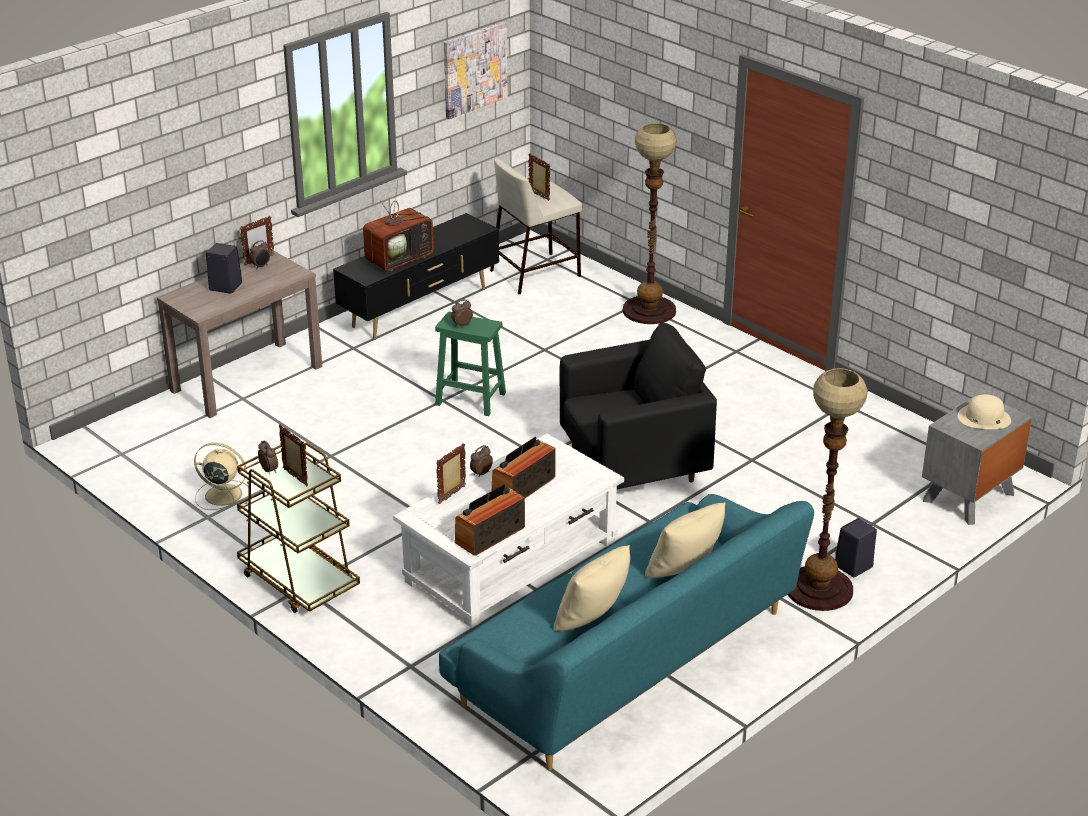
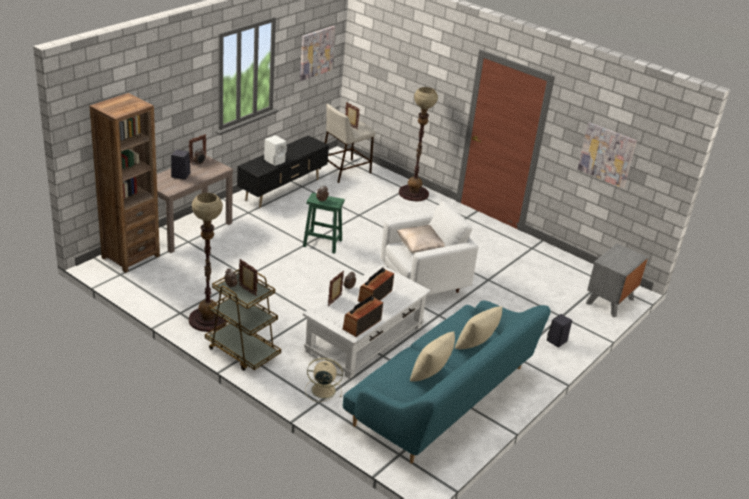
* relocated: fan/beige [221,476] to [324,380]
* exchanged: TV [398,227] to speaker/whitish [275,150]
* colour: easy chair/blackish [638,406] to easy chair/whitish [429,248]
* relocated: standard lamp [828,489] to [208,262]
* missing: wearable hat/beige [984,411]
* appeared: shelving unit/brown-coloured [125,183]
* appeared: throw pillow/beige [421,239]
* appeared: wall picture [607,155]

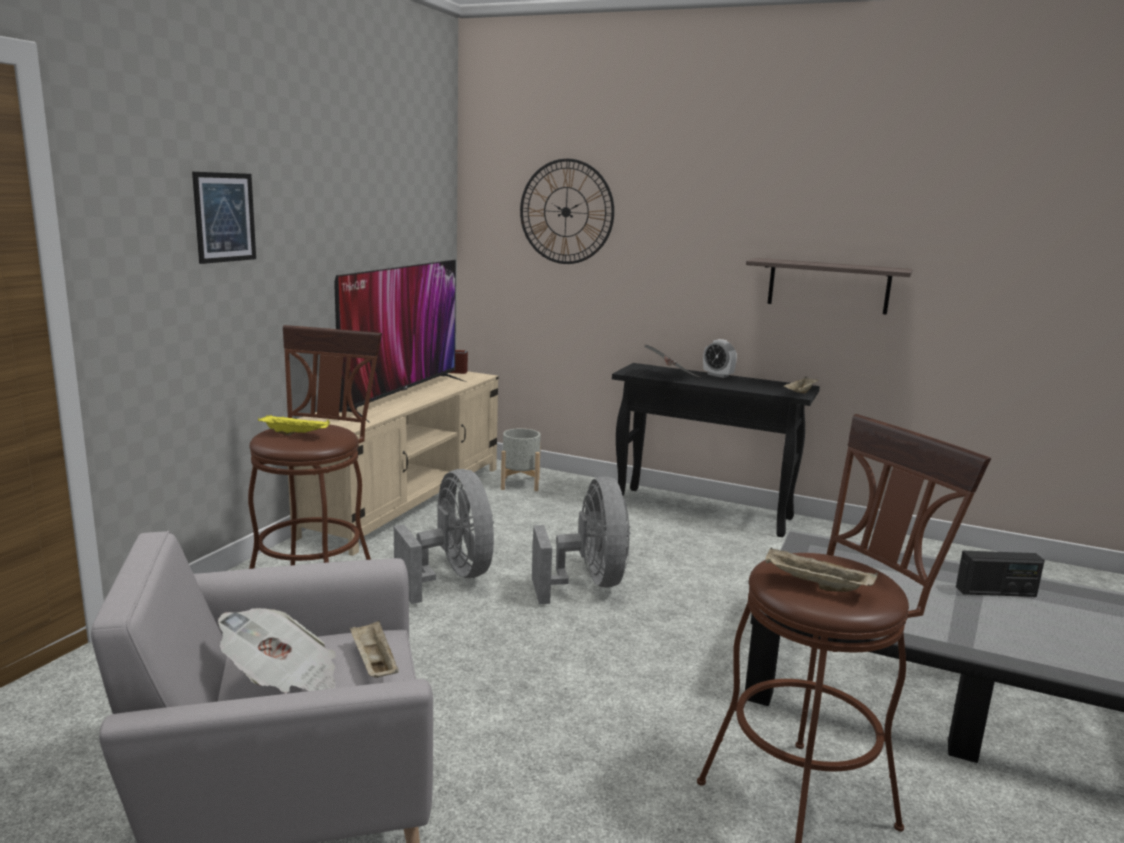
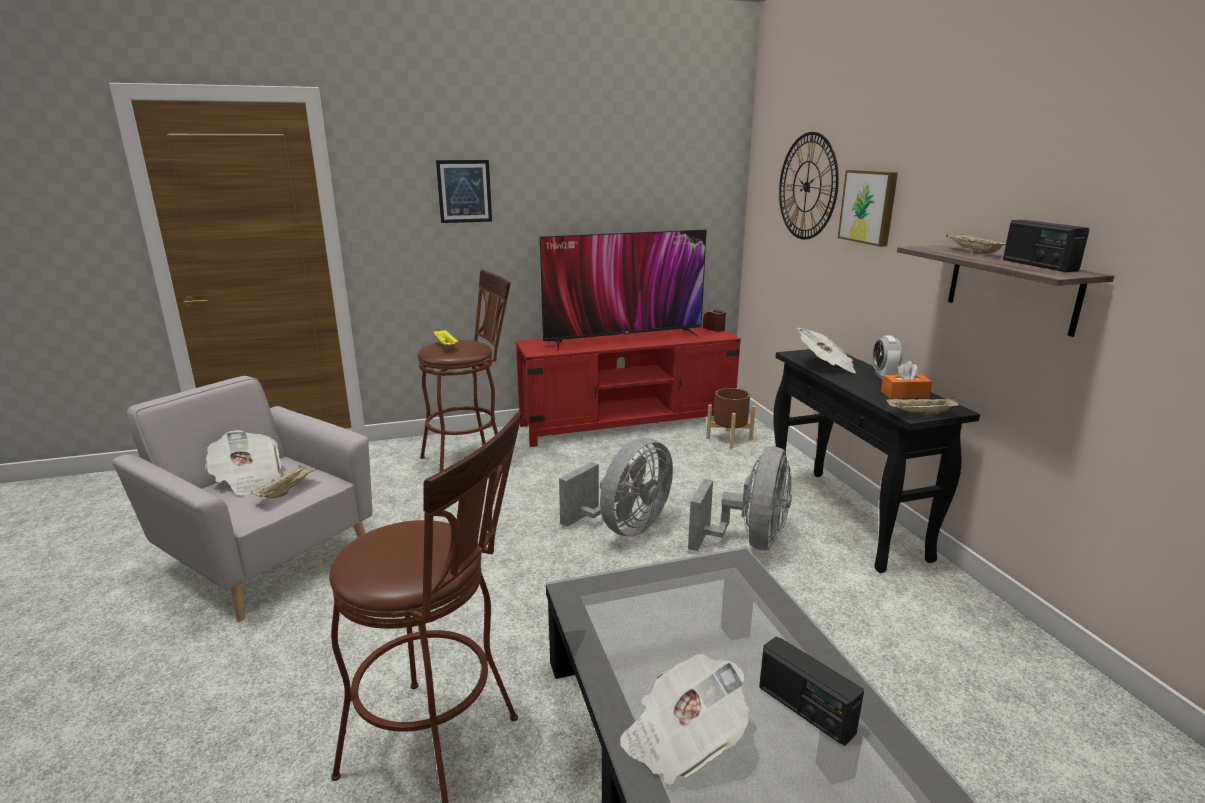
* colour: tv unit/beige [393,463] to tv unit/reddish [628,386]
* relocated: fan/gray [444,536] to [740,498]
* colour: planter/gray [521,459] to planter/brown-coloured [731,418]
* relocated: serving tray/beige [821,569] to [976,243]
* appeared: printed paper [685,719]
* appeared: wall picture [868,208]
* appeared: box of tissues/orange [907,380]
* appeared: radio receiver [1046,246]

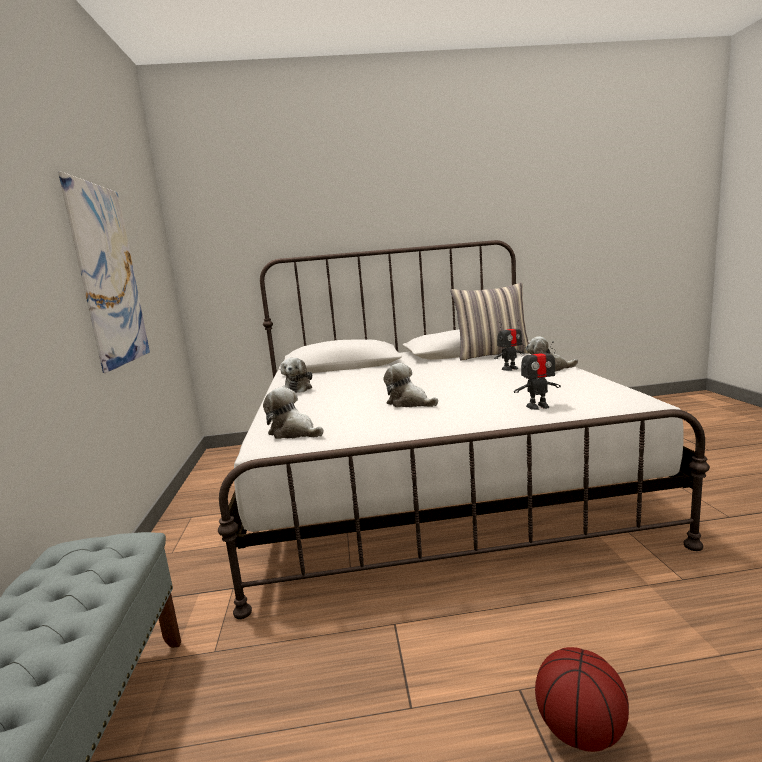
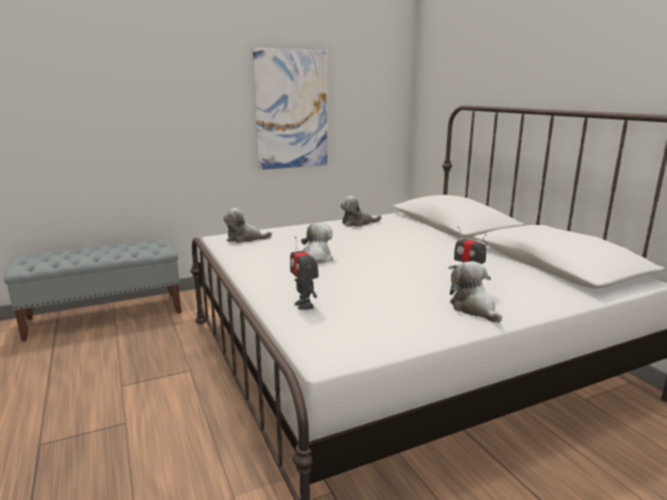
* spun: cuddly toy [293,413] = [247,225] 105 degrees counterclockwise
* missing: throw pillow [489,322]
* missing: ball for basketball [582,699]

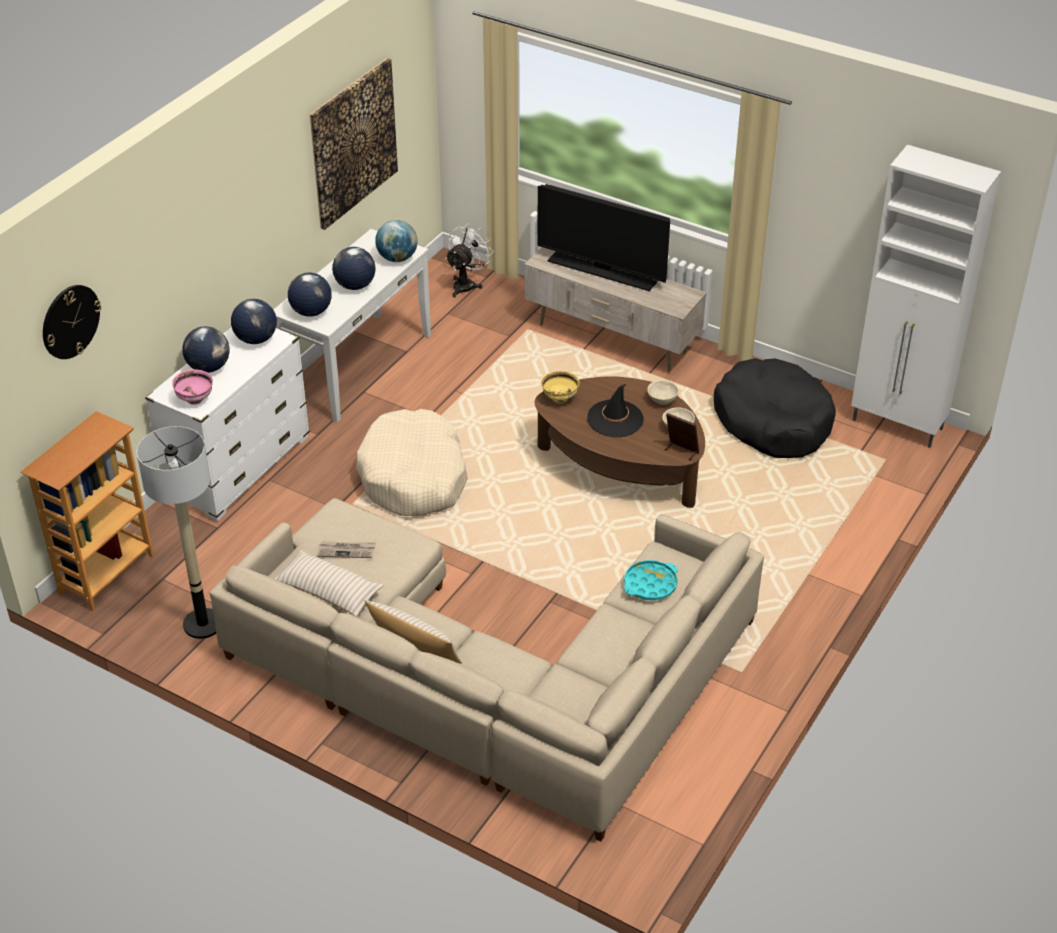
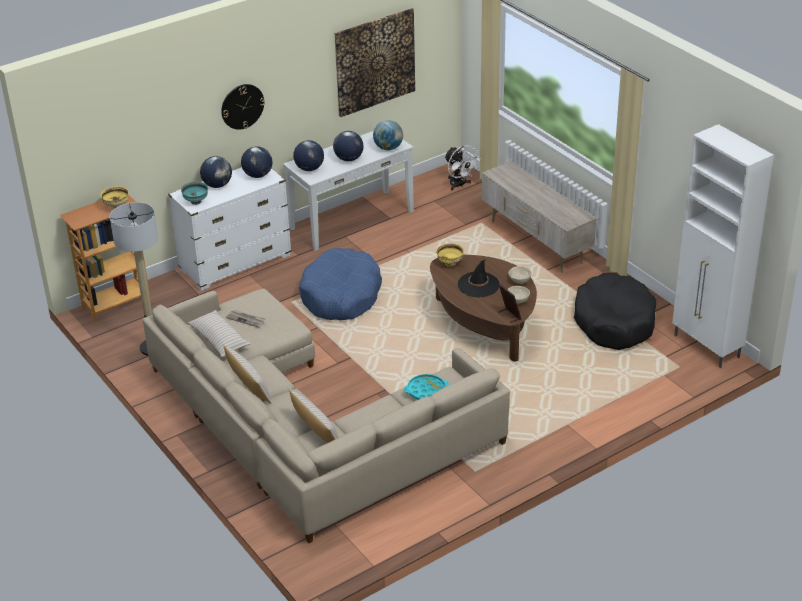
* relocated: wall clock [72,322] to [243,107]
* colour: serving bowl/pink [192,387] to serving bowl/turquoise-coloured [194,193]
* colour: dog bed/beige [412,462] to dog bed/blue [340,284]
* spun: fan/whitish [469,260] = [462,167] 90 degrees clockwise
* missing: TV [603,237]
* appeared: serving bowl/yellowish [114,198]
* appeared: throw pillow/beige [314,416]

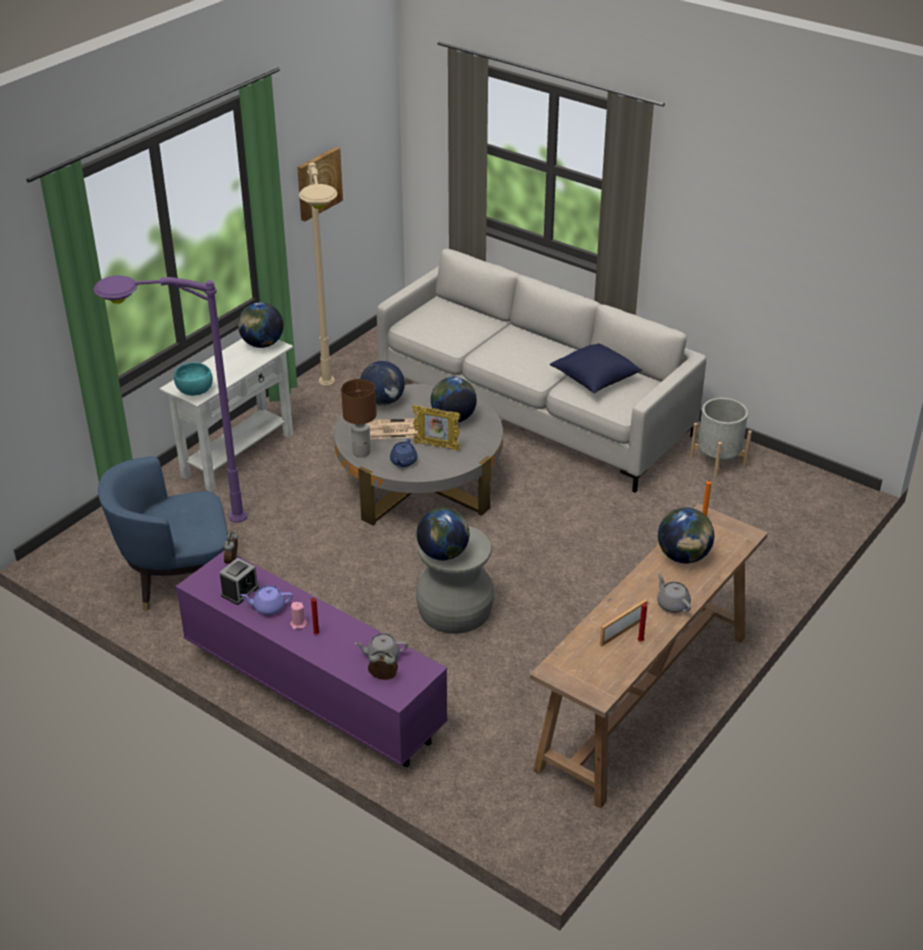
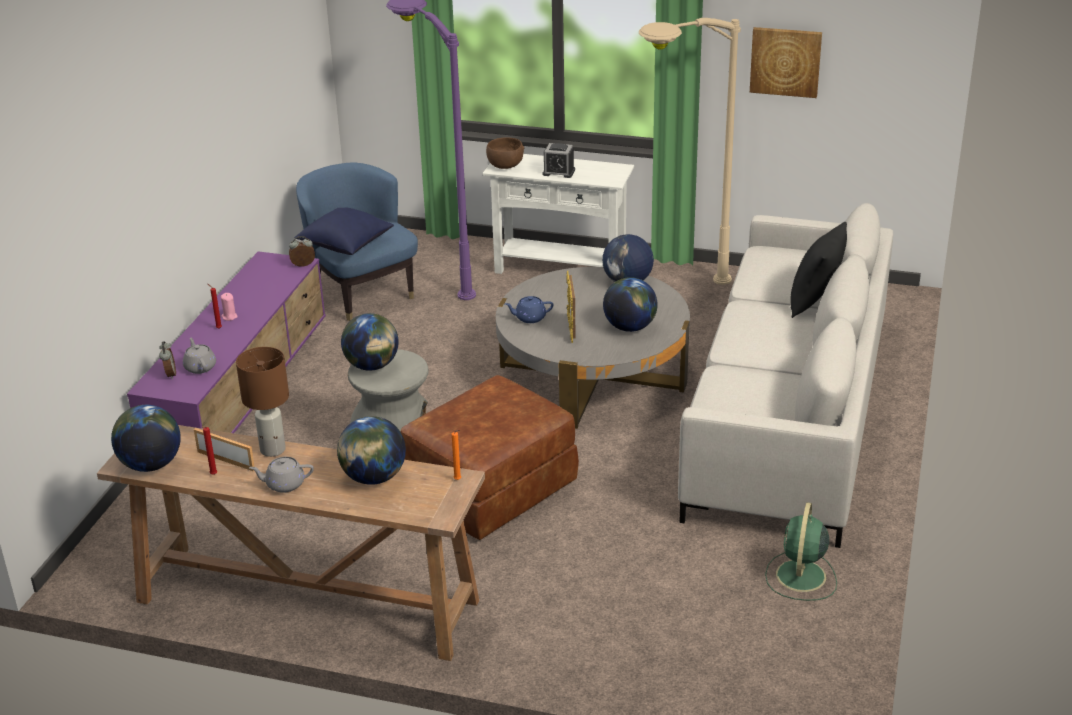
* colour: serving bowl/turquoise-coloured [193,379] to serving bowl/brown-coloured [505,153]
* relocated: bedside clock [239,581] to [559,160]
* relocated: globe [261,325] to [146,438]
* missing: pot for tea/purple [267,600]
* relocated: tabletop lamp/brown-coloured [359,418] to [262,402]
* missing: printed paper [393,428]
* relocated: throw pillow/blue [596,368] to [344,231]
* spun: pot for tea/gray [674,593] = [281,475] 135 degrees counterclockwise
* exchanged: planter/gray [721,437] to fan/greenish [801,551]
* appeared: pouffe/brown-coloured [490,457]
* appeared: throw pillow/blackish [819,270]

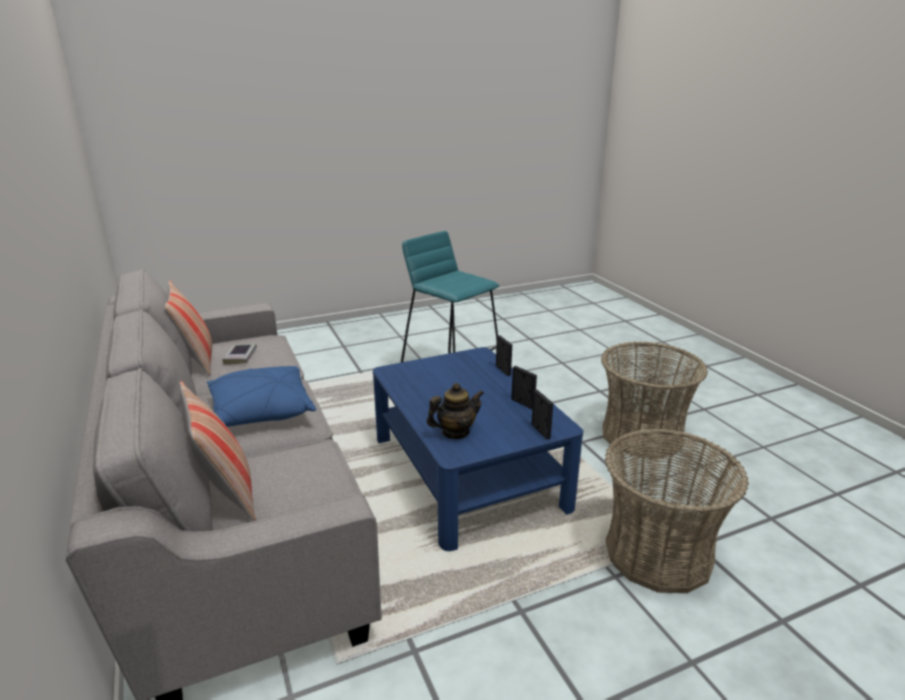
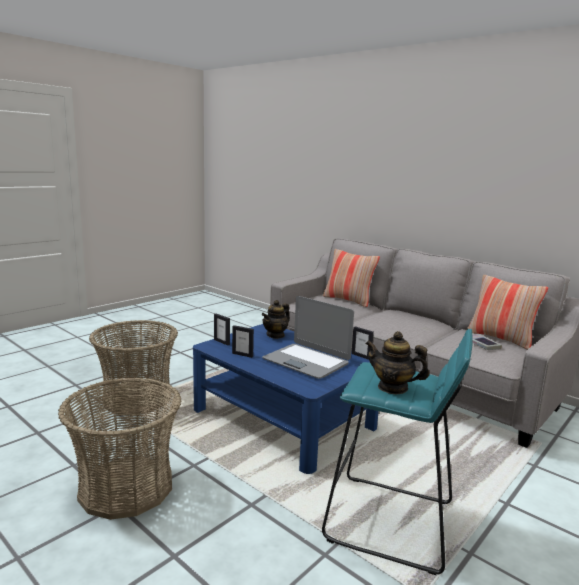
* missing: throw pillow/blue [261,396]
* relocated: picture frame [504,355] to [362,343]
* appeared: portable computer [308,337]
* appeared: pot for tea [397,362]

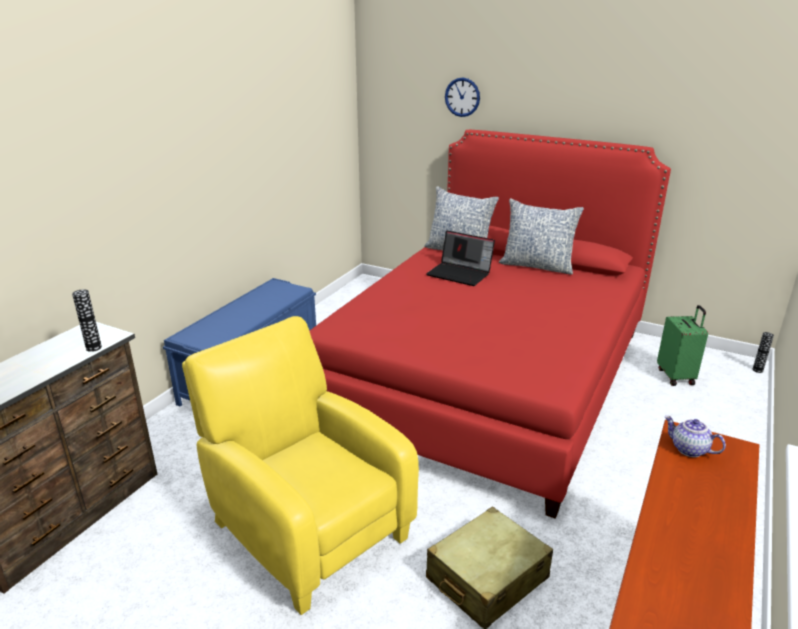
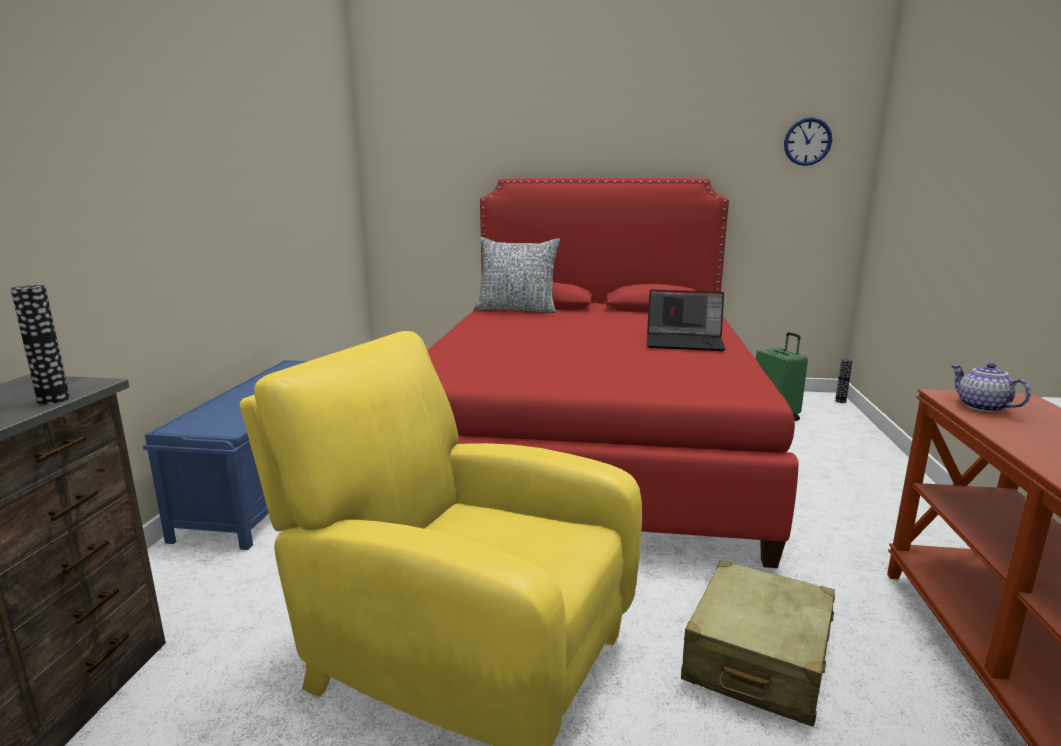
* relocated: portable computer [460,258] to [686,320]
* relocated: wall clock [462,97] to [808,141]
* missing: throw pillow [541,236]
* spun: pot for tea [695,436] = [991,387] 45 degrees clockwise

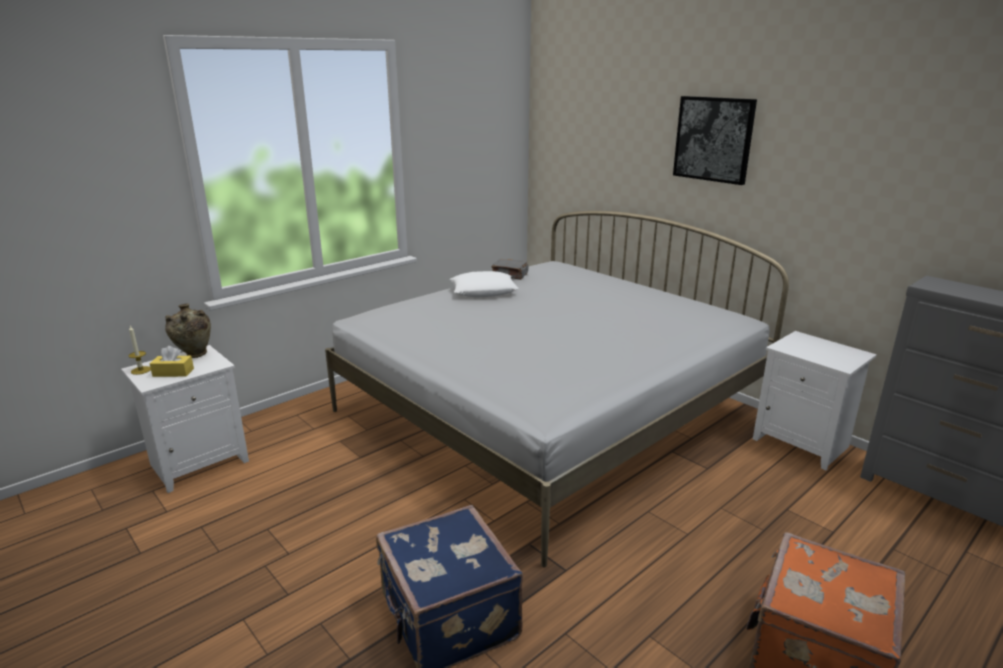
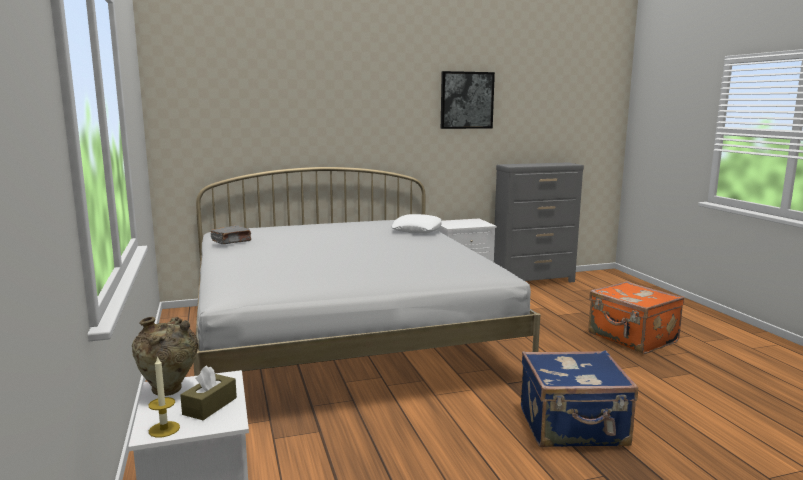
* colour: box of tissues/yellowish [172,361] to box of tissues/brown-coloured [208,392]
* relocated: throw pillow/whitish [484,284] to [417,223]
* relocated: wall picture [715,140] to [468,100]

